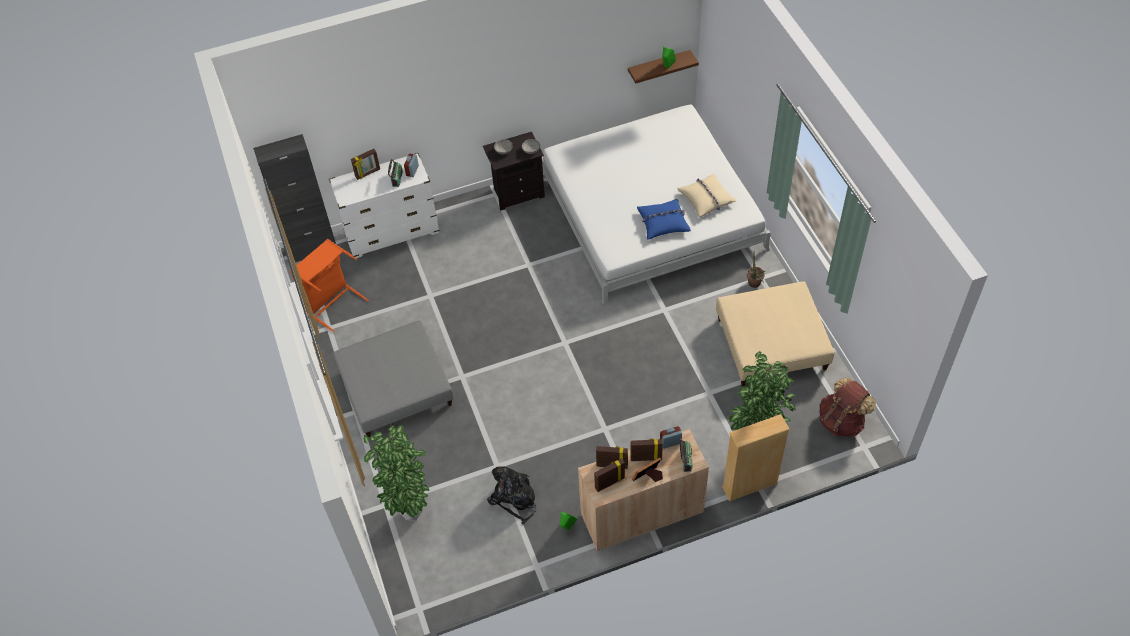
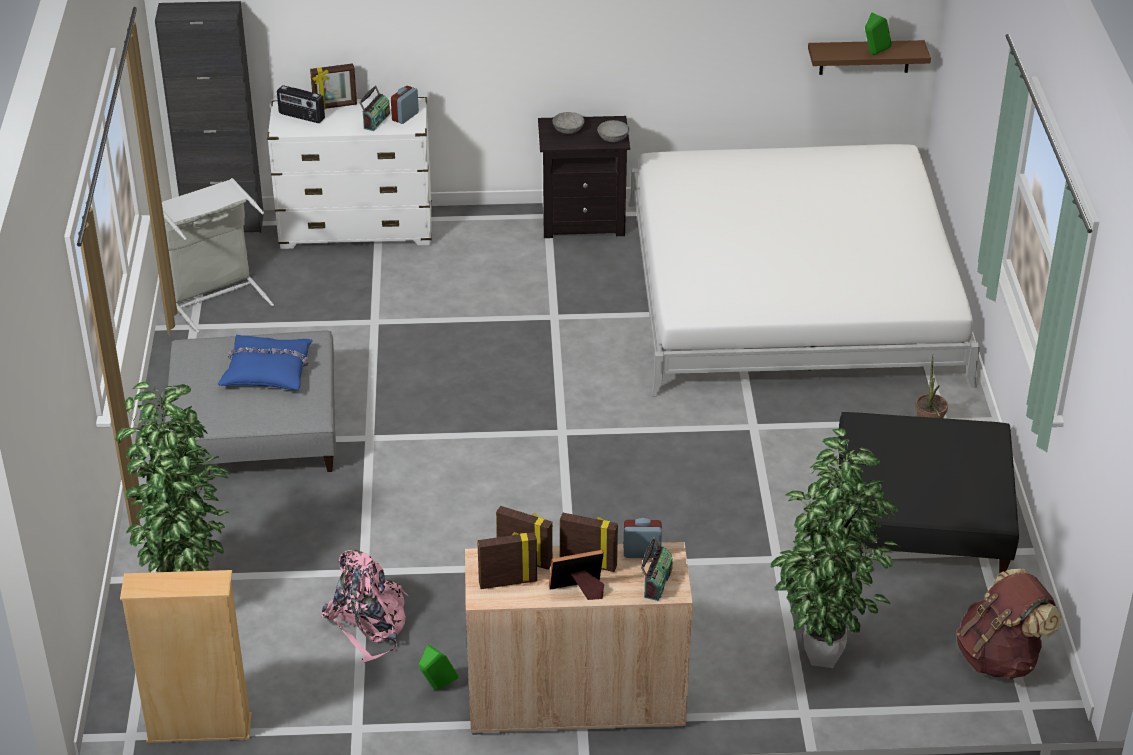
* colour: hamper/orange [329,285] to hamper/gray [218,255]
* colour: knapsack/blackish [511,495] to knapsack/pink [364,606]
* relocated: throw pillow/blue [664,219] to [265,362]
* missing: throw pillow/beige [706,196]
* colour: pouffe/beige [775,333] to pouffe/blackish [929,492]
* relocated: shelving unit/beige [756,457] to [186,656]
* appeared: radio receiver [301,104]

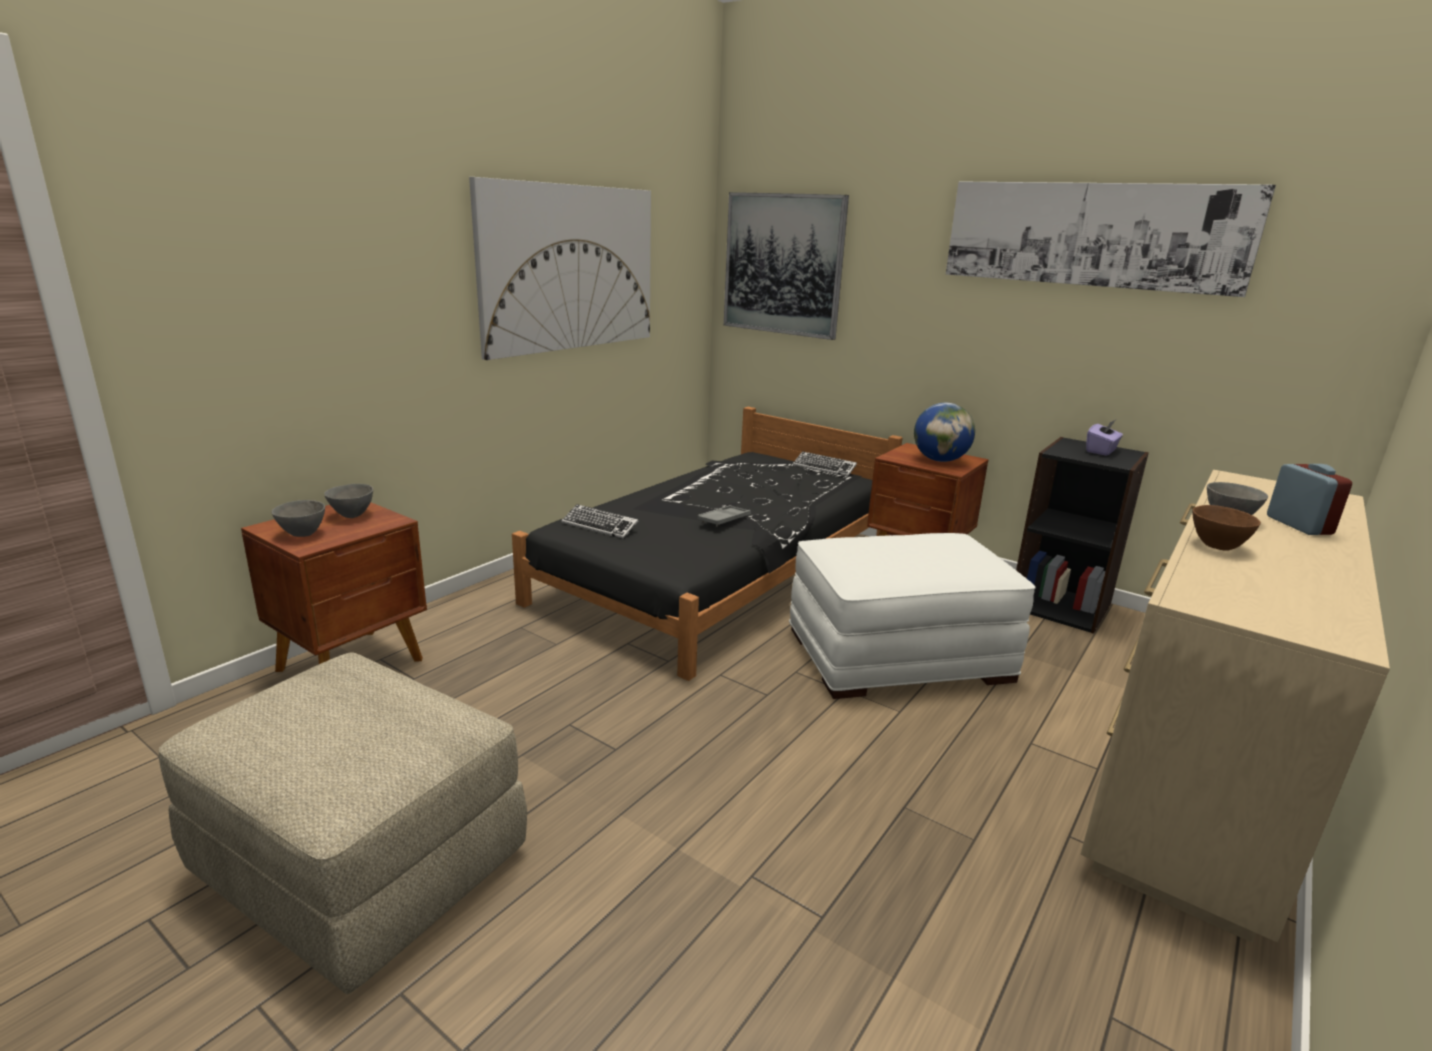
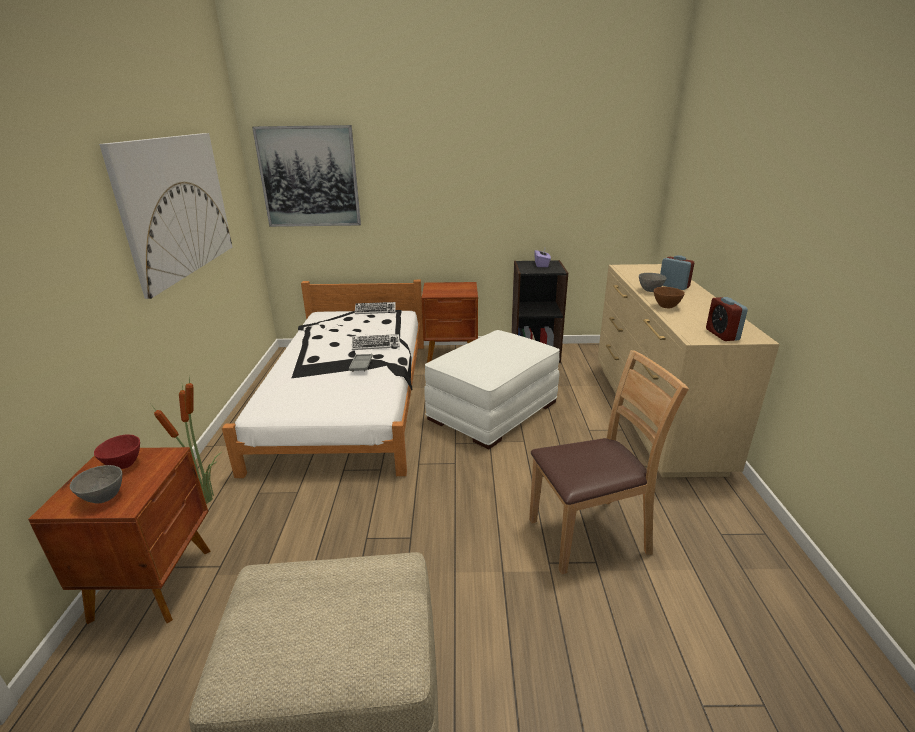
* colour: serving bowl/gray [348,501] to serving bowl/reddish [117,451]
* colour: sleeping bed/blackish [707,544] to sleeping bed/whitish [323,379]
* relocated: PC keyboard [600,521] to [376,342]
* missing: globe [944,432]
* missing: wall picture [1111,239]
* appeared: potted plant [187,440]
* appeared: plain chair/brown-coloured [609,462]
* appeared: bedside clock [727,319]

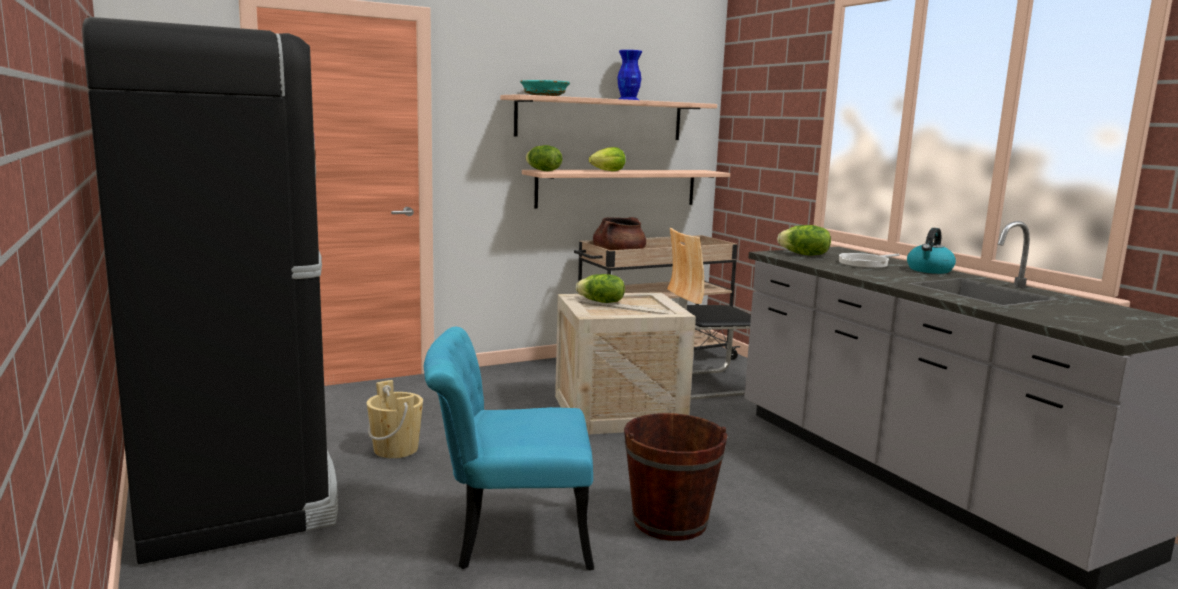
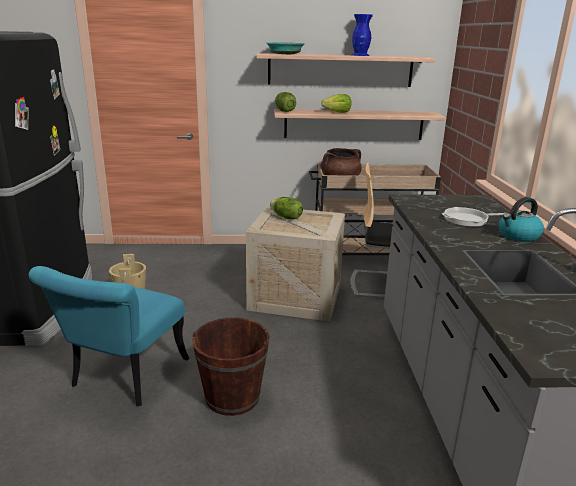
* spun: plain chair/turquoise-coloured [509,448] = [109,336] 90 degrees counterclockwise
* missing: head of lettuce [804,240]

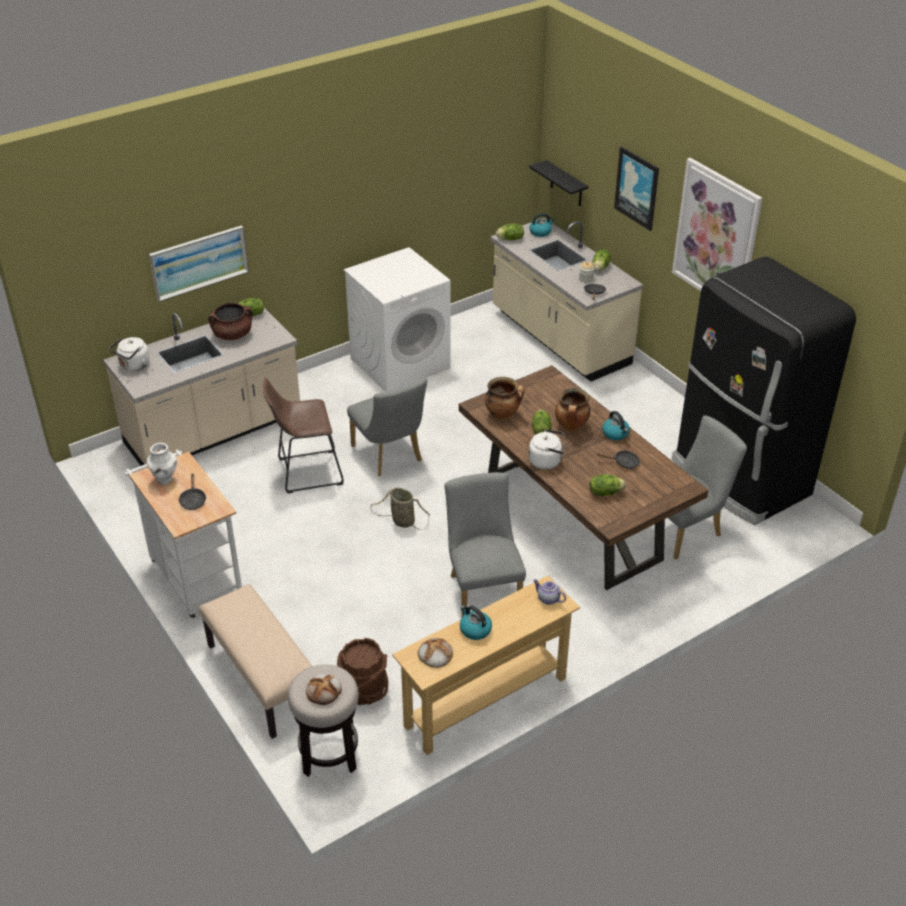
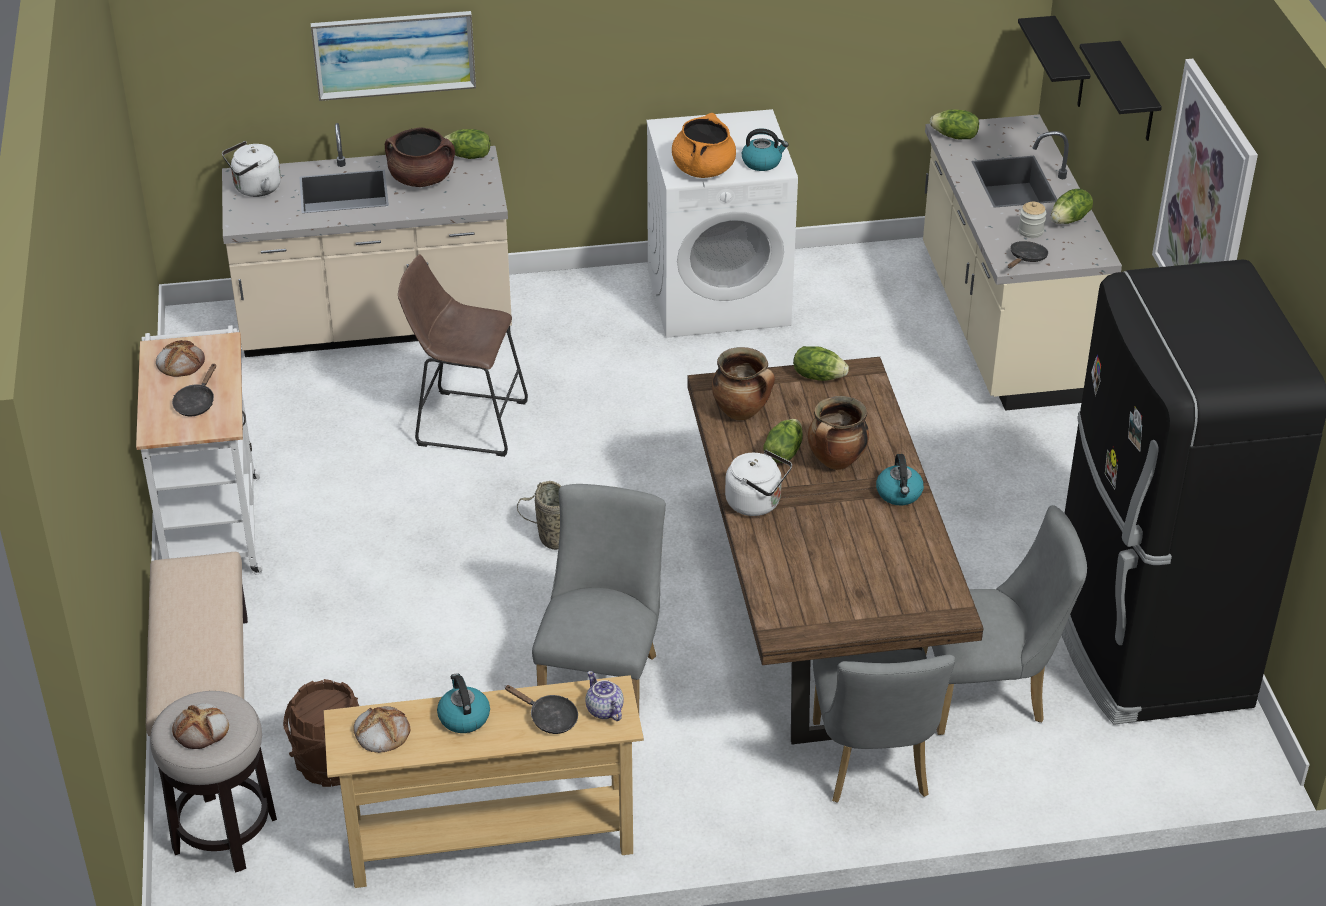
* exchanged: flower vase/whitish [162,463] to baked bread [180,358]
* relocated: plain chair/gray [387,427] to [884,725]
* relocated: tea kettle [542,225] to [765,149]
* relocated: head of lettuce [607,485] to [821,363]
* relocated: frying pan/blackish [618,460] to [541,709]
* exchanged: wall picture [636,188] to bracket shelf/blackish [1121,91]
* appeared: stockpot/orange [704,145]

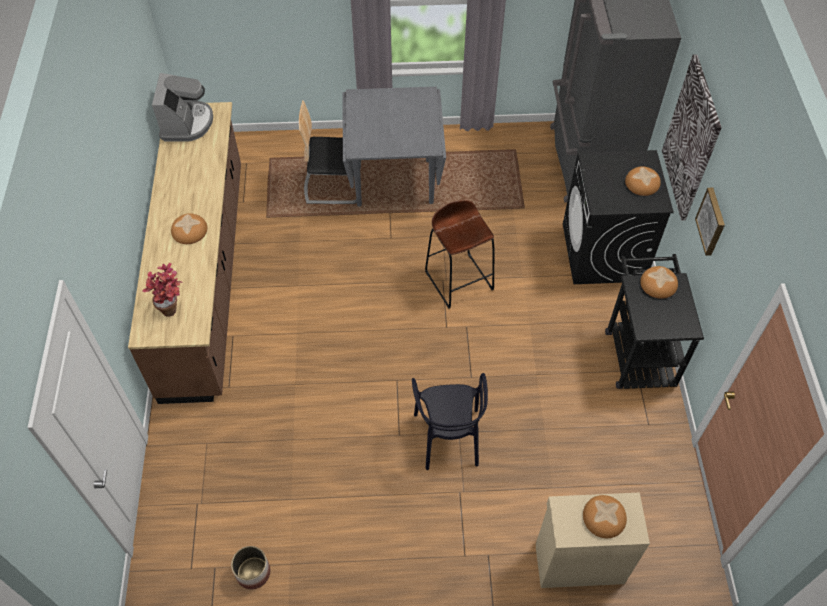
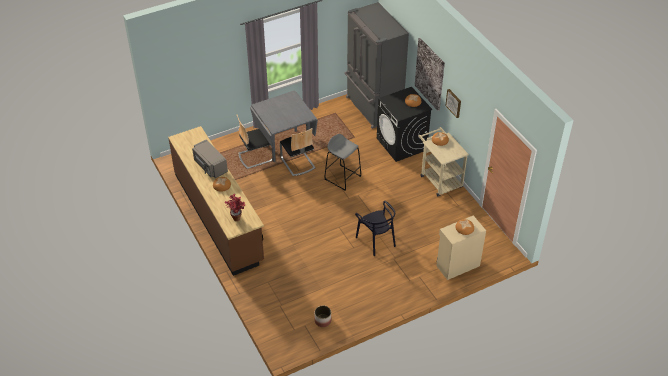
* missing: coffee brewer [182,107]
* colour: sitting stool/brown-coloured [460,254] to sitting stool/gray [342,162]
* colour: cart/blackish [654,321] to cart/beige [443,161]
* appeared: microwave/gray [210,159]
* appeared: plain chair [298,152]

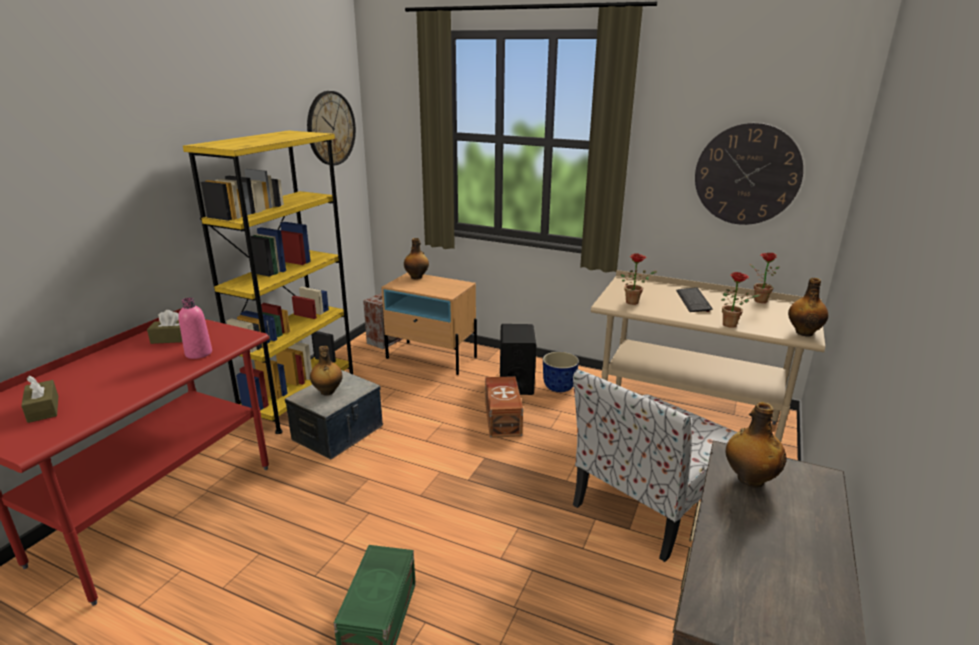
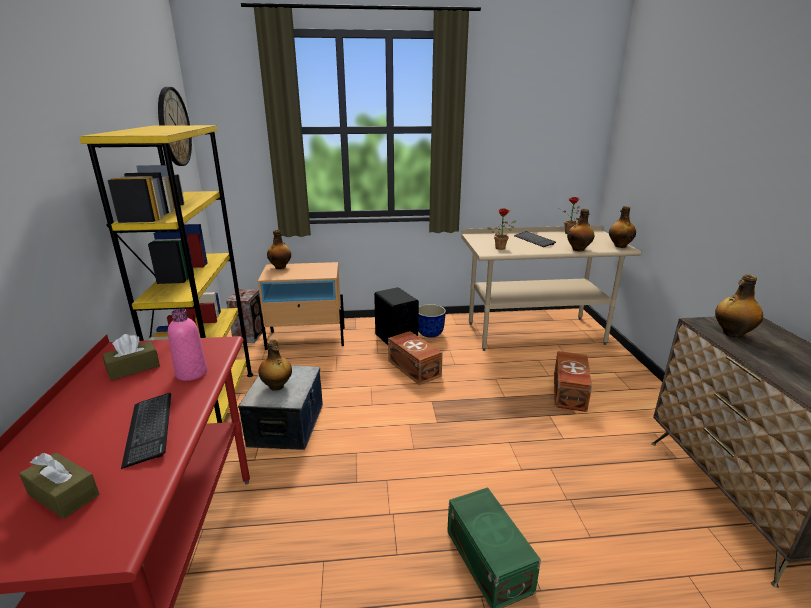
* exchanged: plain chair [655,465] to storage container/brown-coloured [573,381]
* missing: wall clock [749,174]
* exchanged: potted plant [740,300] to bottle [580,230]
* appeared: PC keyboard [146,431]

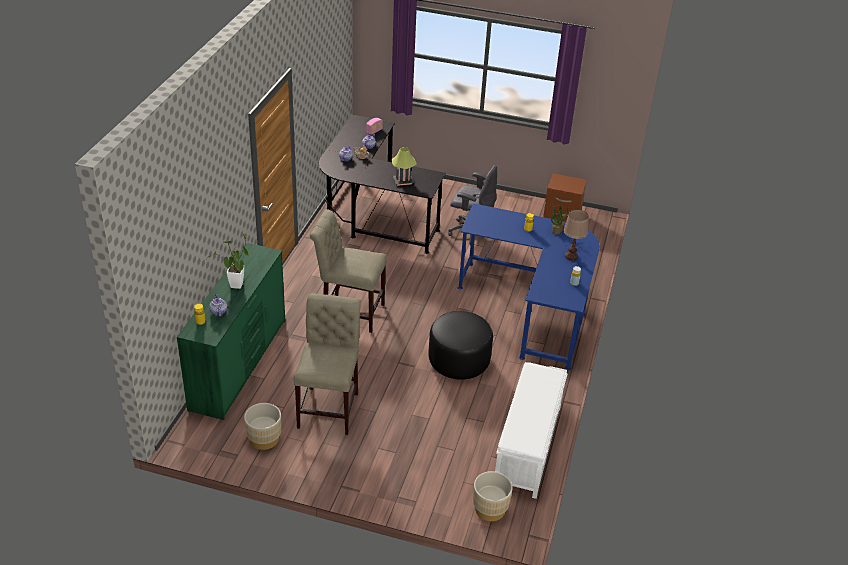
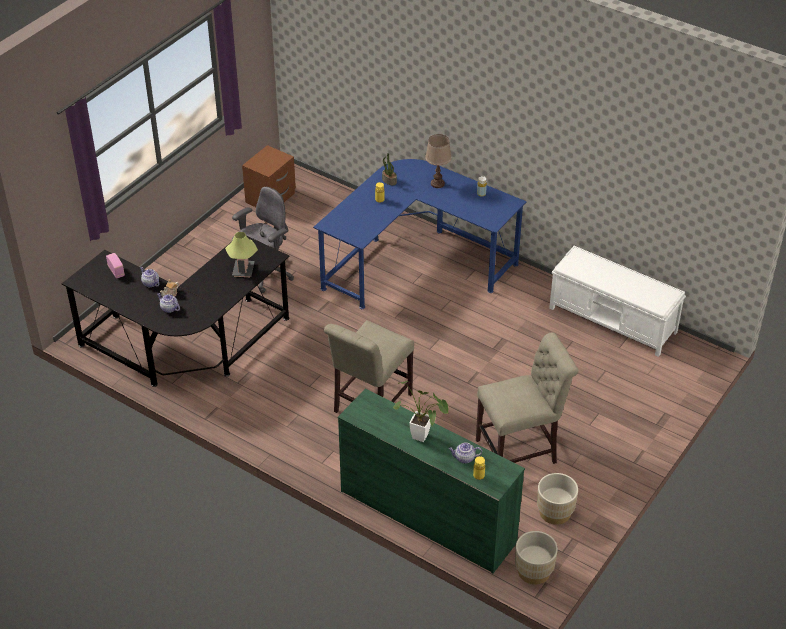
* spun: plain chair/beige [327,364] = [527,398] 135 degrees clockwise
* missing: pouffe/blackish [460,345]
* relocated: planter/beige [493,496] to [536,558]

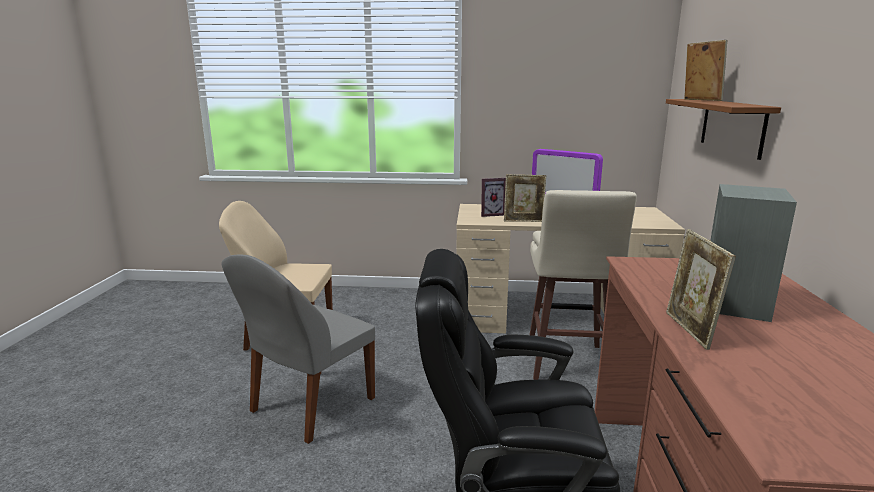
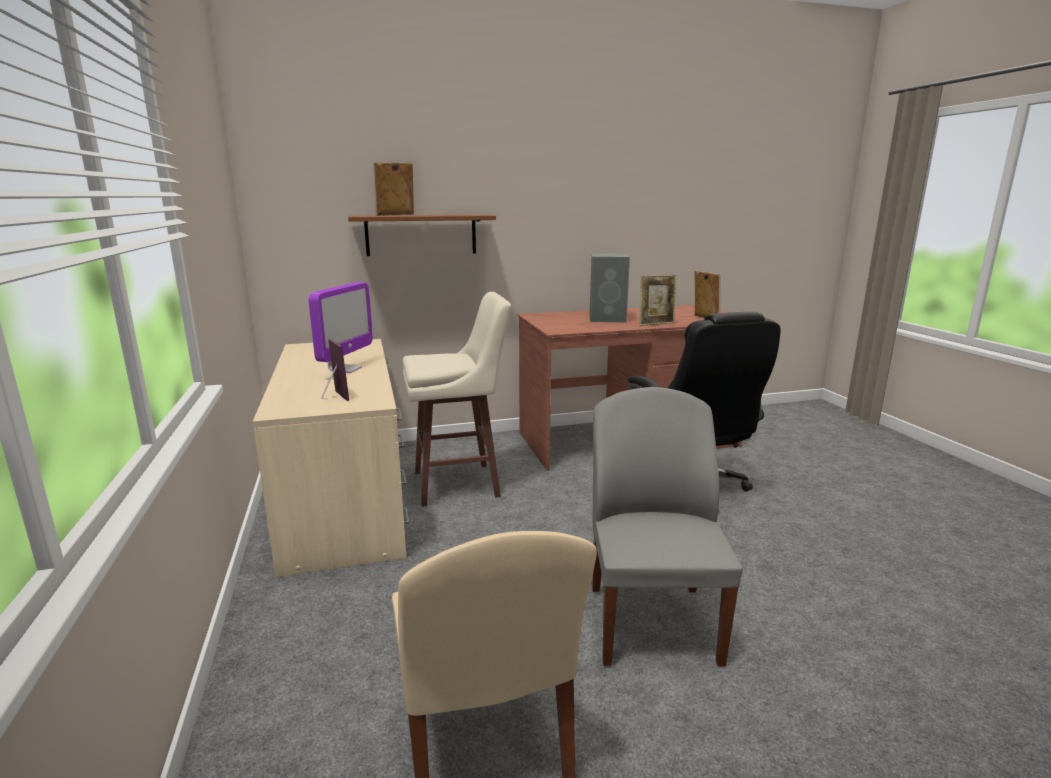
* spun: plain chair/gray [298,349] = [667,527] 105 degrees counterclockwise
* relocated: picture frame [525,198] to [708,294]

